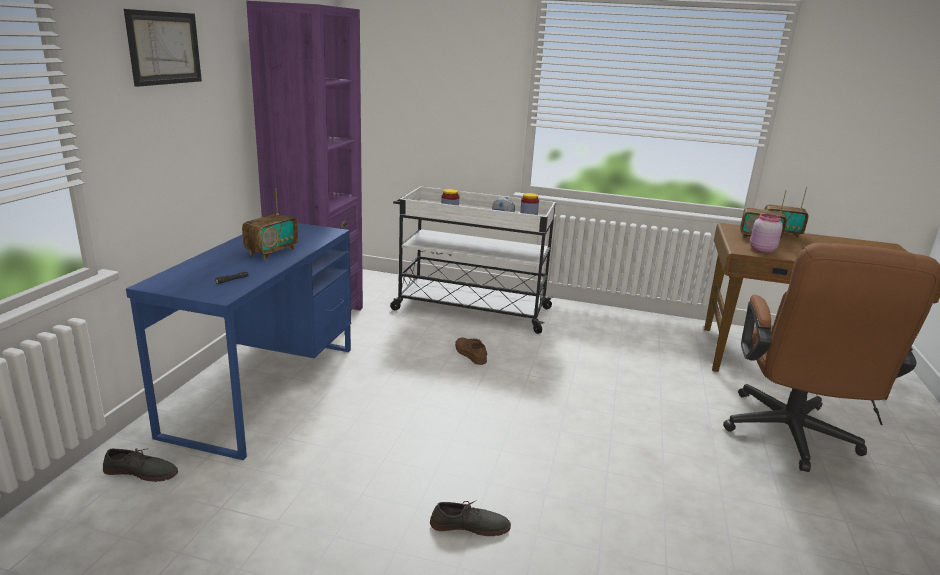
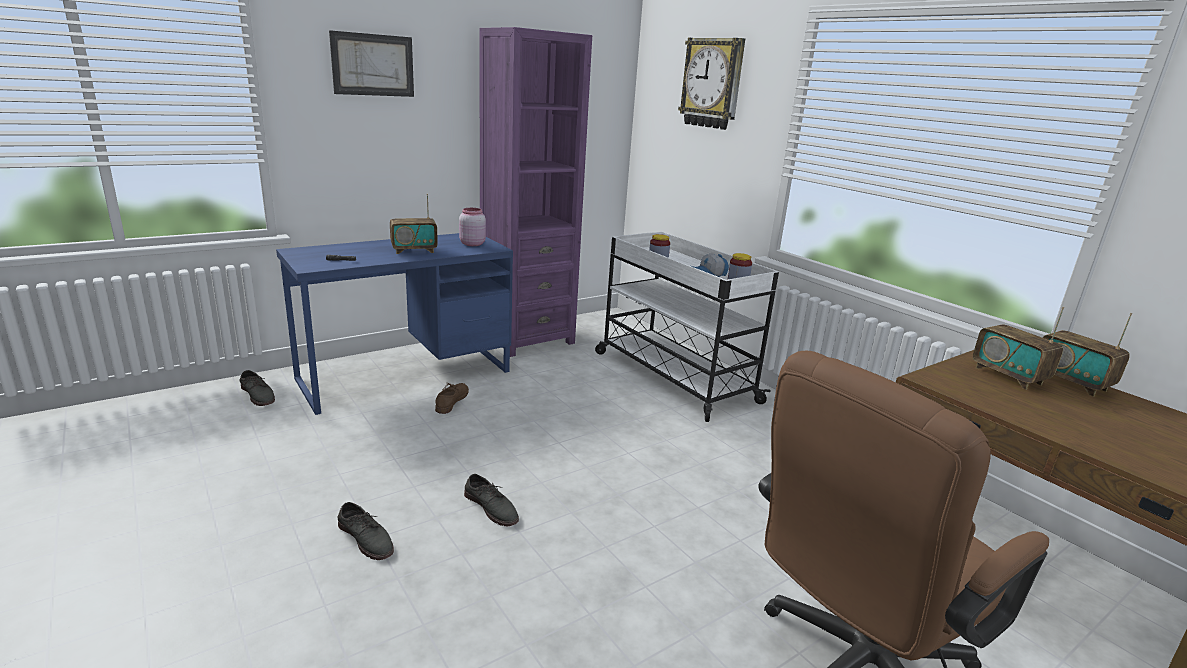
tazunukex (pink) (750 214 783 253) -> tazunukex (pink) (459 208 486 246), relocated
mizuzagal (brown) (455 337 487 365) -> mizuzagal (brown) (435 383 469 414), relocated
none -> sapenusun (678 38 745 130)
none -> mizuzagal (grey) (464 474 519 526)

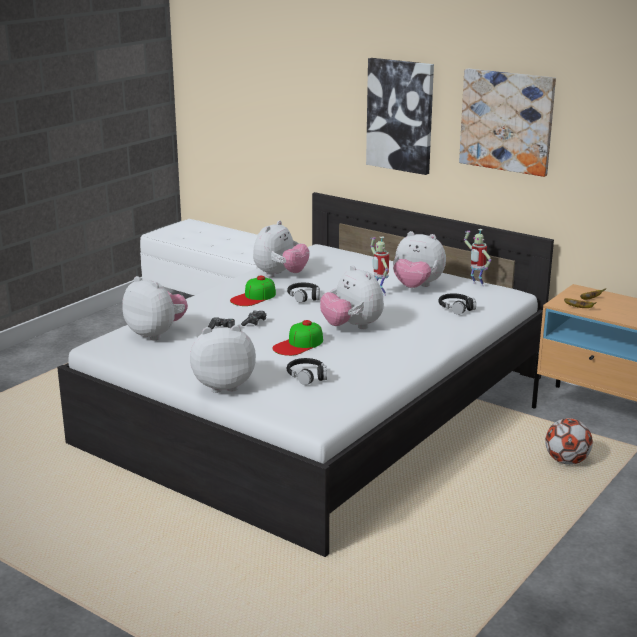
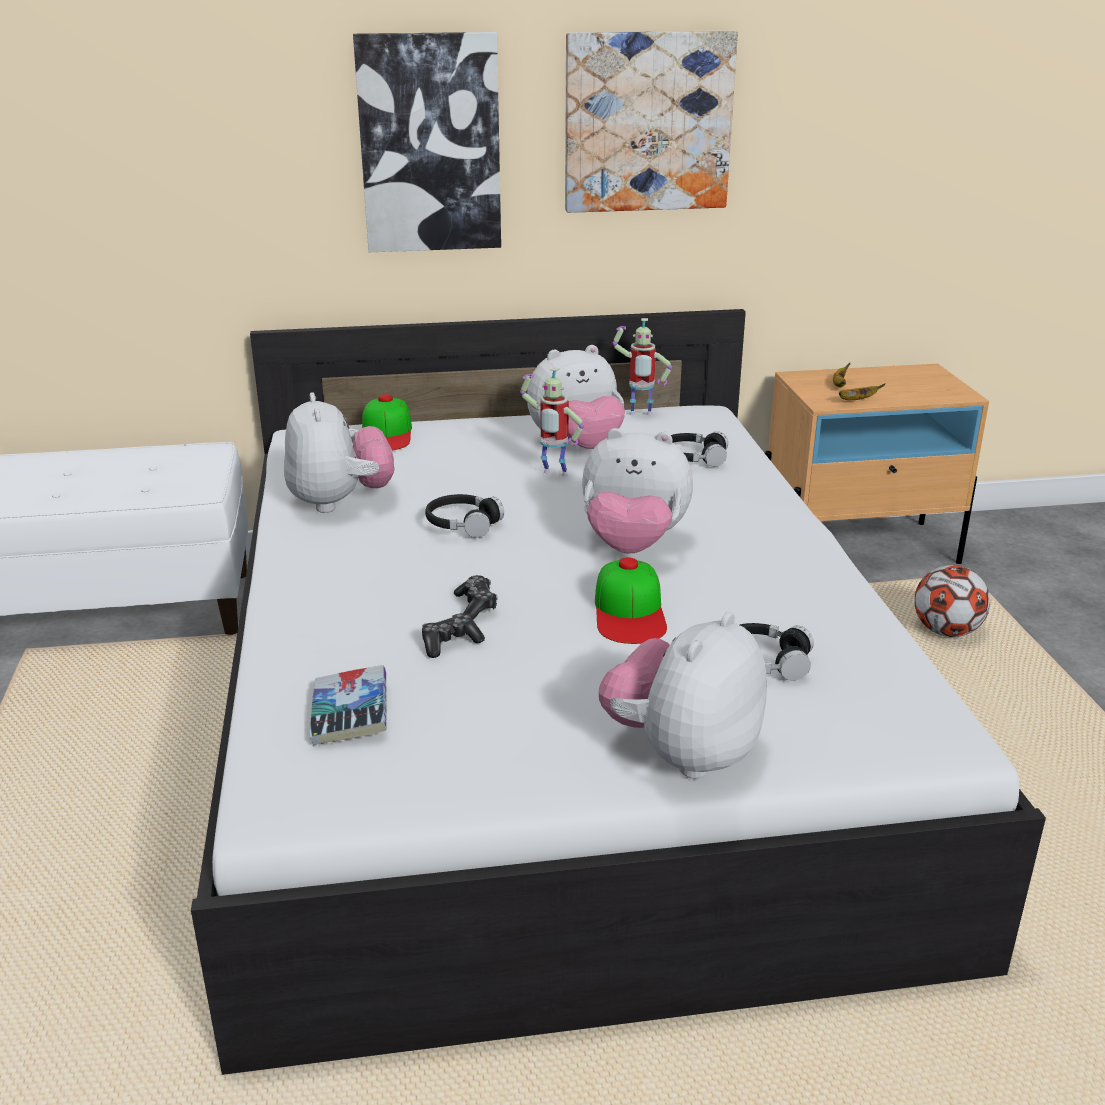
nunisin (122 276 188 341) -> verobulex (310 665 386 745)
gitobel (230 276 276 306) -> gitobel (362 394 412 450), relocated

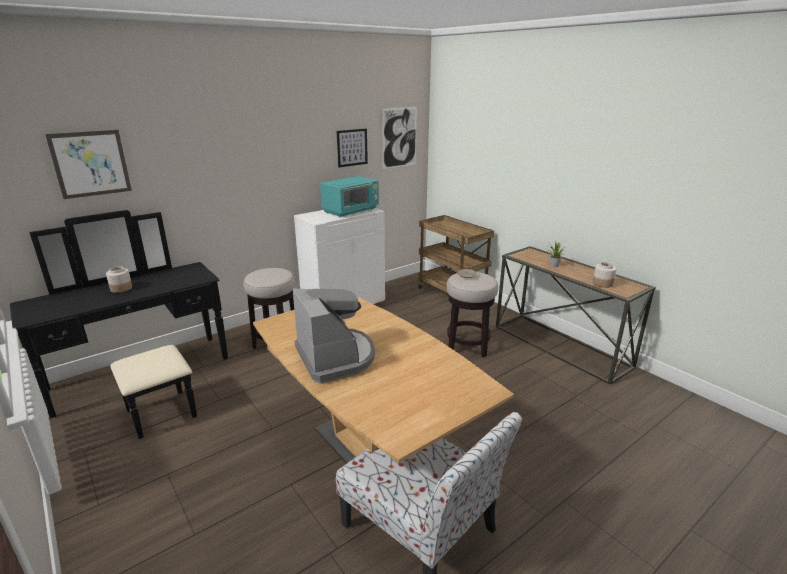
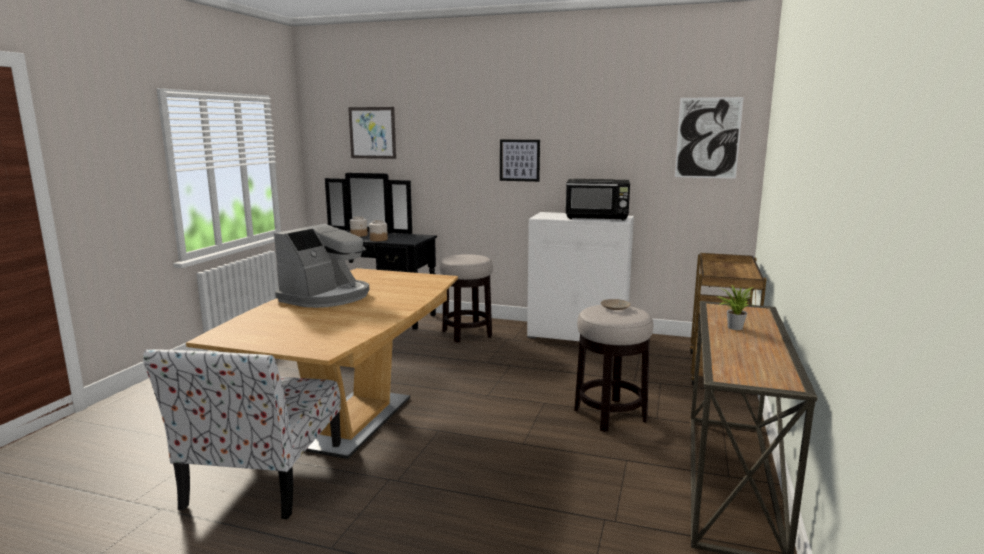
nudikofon (337 129 368 167) -> nudikofon (500 139 540 182), relocated
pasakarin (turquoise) (320 176 379 217) -> pasakarin (black) (566 179 630 221)
tazunukex (593 262 616 288) -> tazunukex (369 220 388 241), relocated

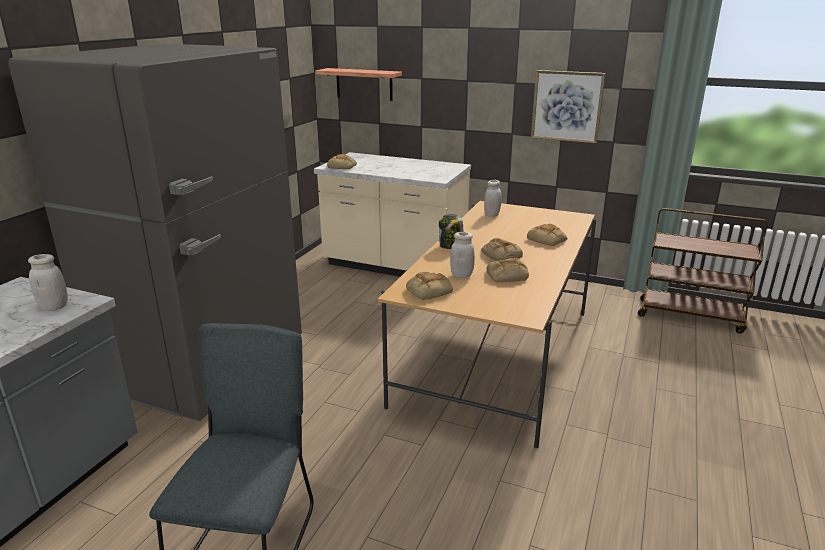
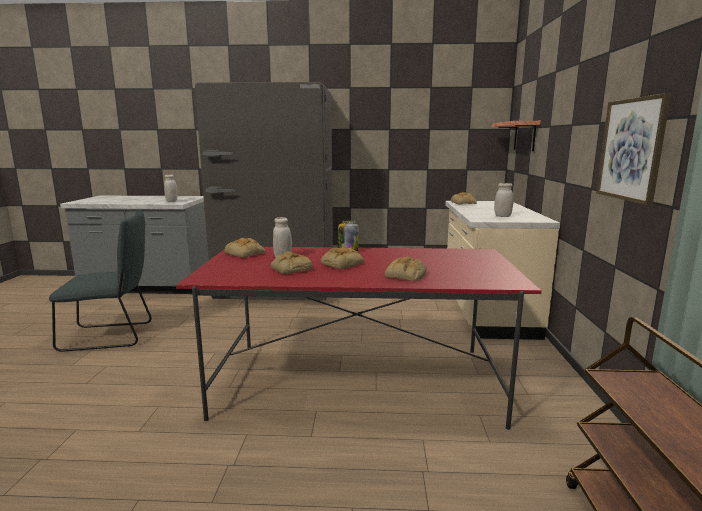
tazunukex (white) (484 180 502 217) -> tazunukex (white) (494 183 514 217), relocated
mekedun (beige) (378 201 596 448) -> mekedun (red) (176 247 542 430)

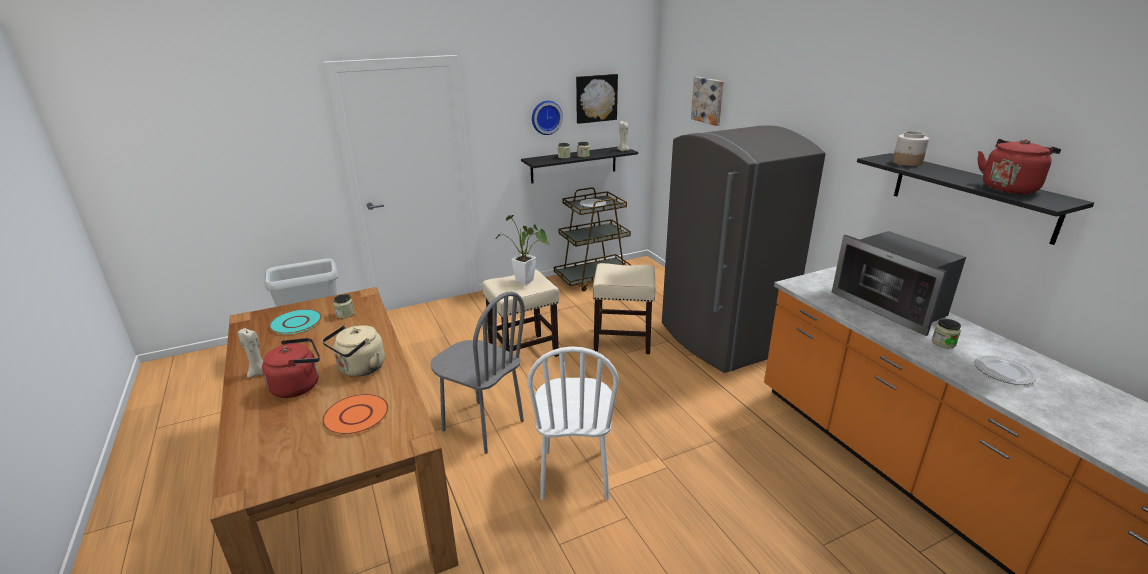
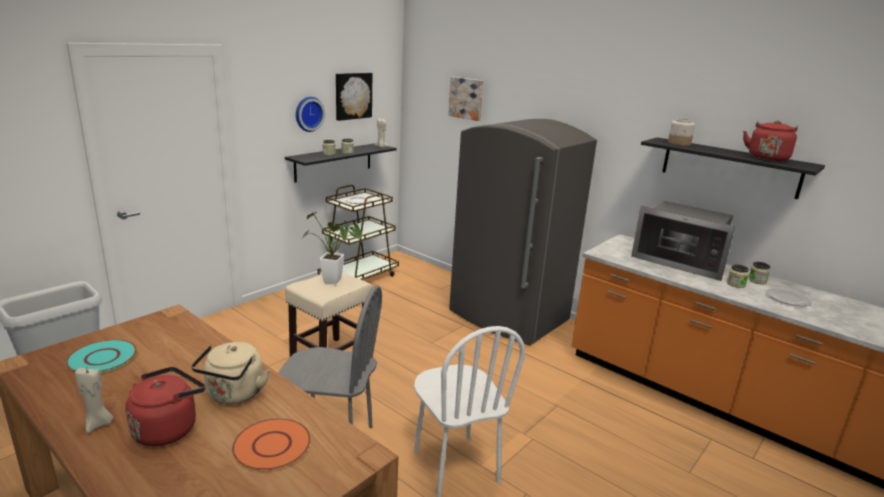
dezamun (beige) (593 263 655 354) -> none
tazunukex (333 294 355 318) -> tazunukex (748 262 770 284), relocated

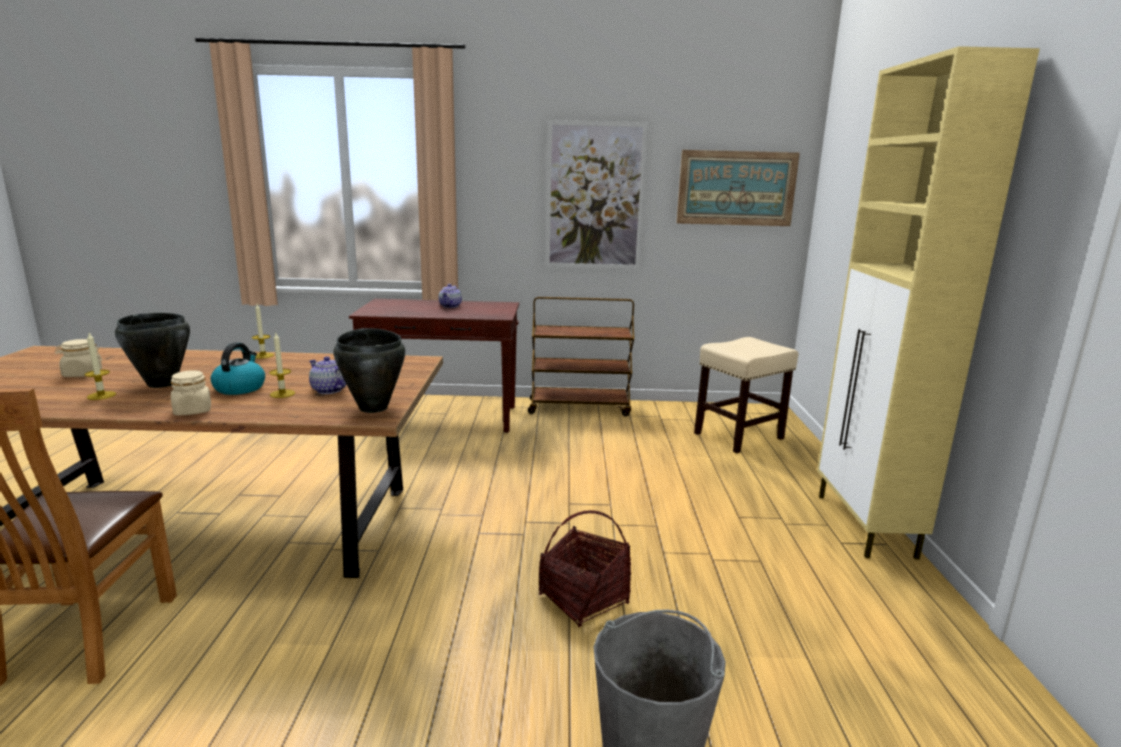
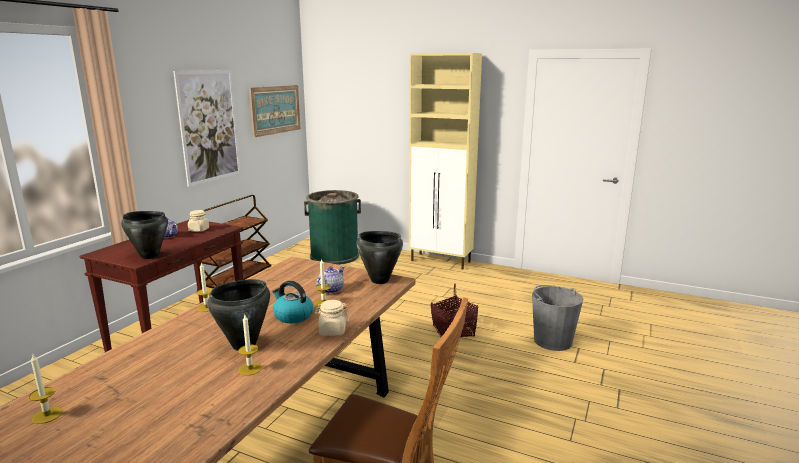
dezamun (beige) (694 337 799 453) -> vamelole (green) (304 190 361 265)
tazunukex (beige) (55 339 102 377) -> tazunukex (beige) (188 210 209 232), relocated
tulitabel (309 356 347 394) -> tulitabel (316 266 344 294), 150 degrees clockwise
none -> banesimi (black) (121 211 168 259)
none -> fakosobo (29 353 63 424)

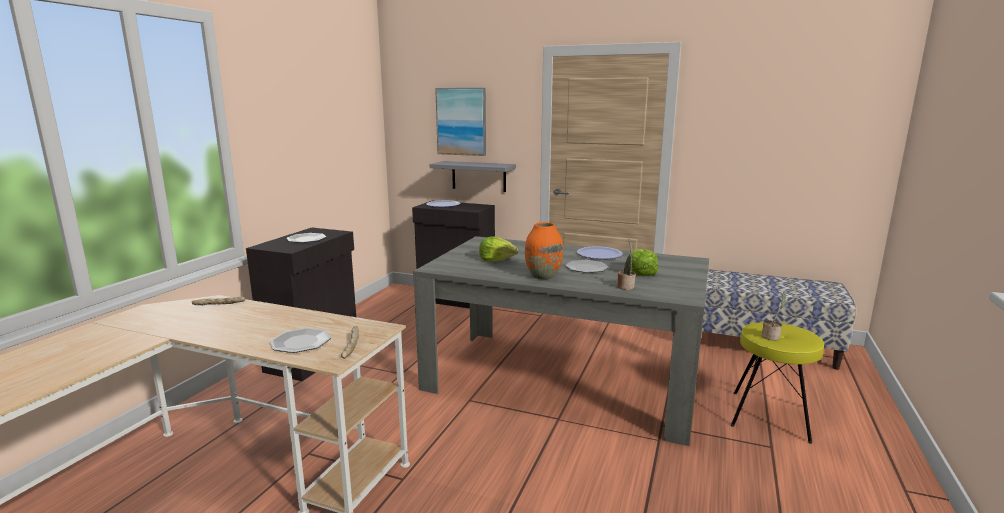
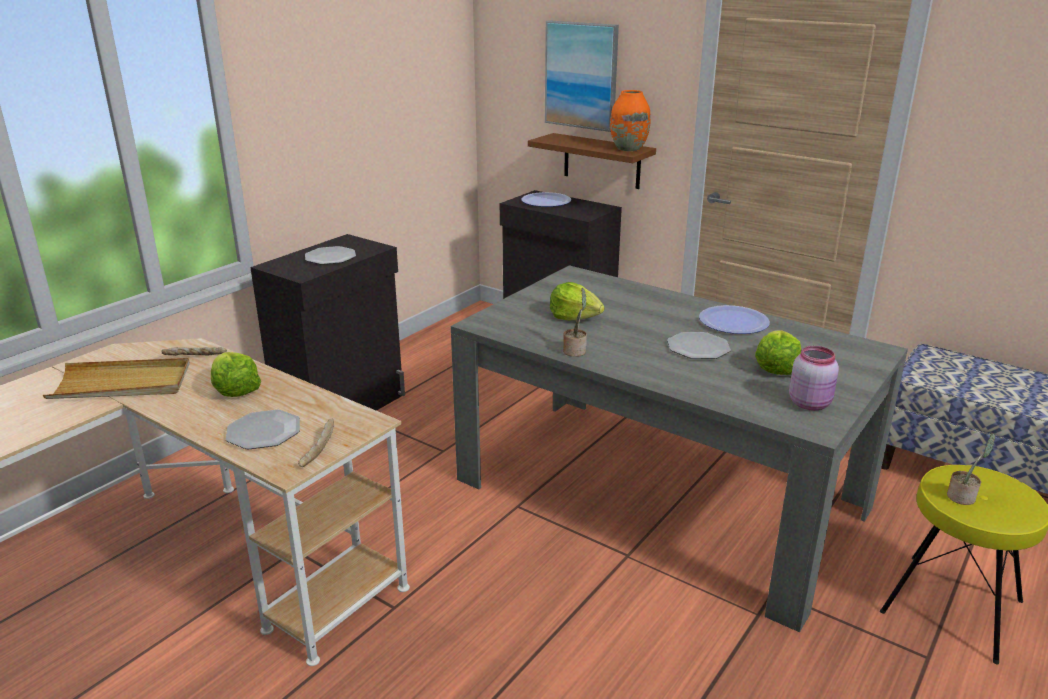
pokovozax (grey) (430 161 516 192) -> pokovozax (brown) (528 133 656 189)
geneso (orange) (525 222 563 280) -> geneso (orange) (610 90 651 151), relocated
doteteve (617 240 635 290) -> doteteve (563 288 587 357), relocated
none -> tazunukex (pink) (789 346 839 410)
none -> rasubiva (211 352 261 397)
none -> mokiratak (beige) (43 358 190 399)

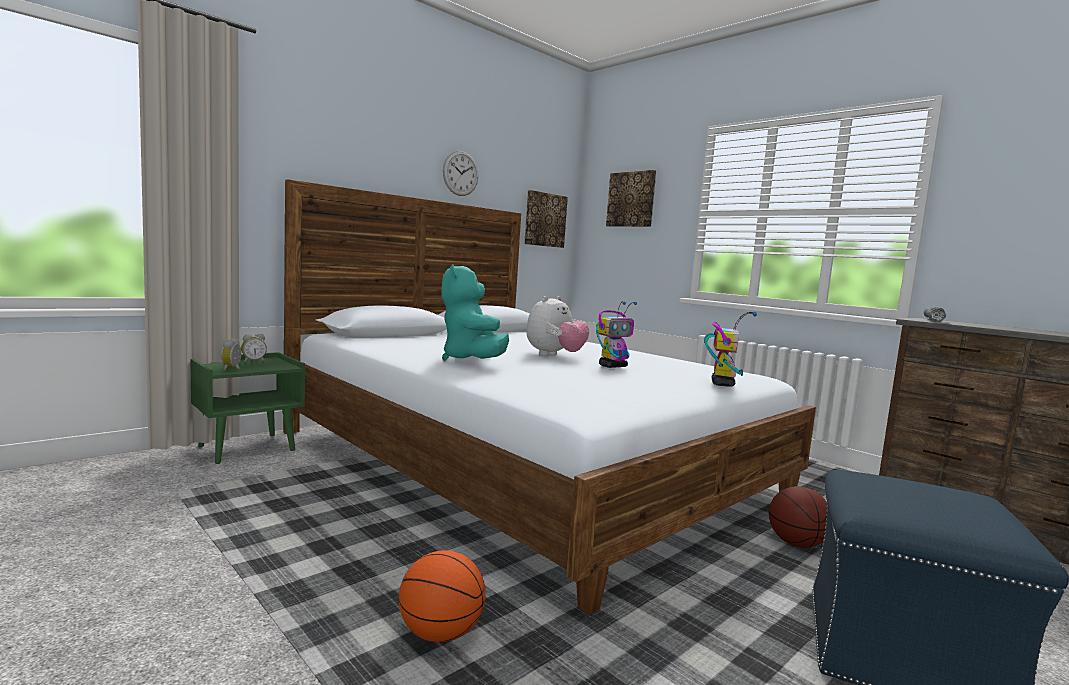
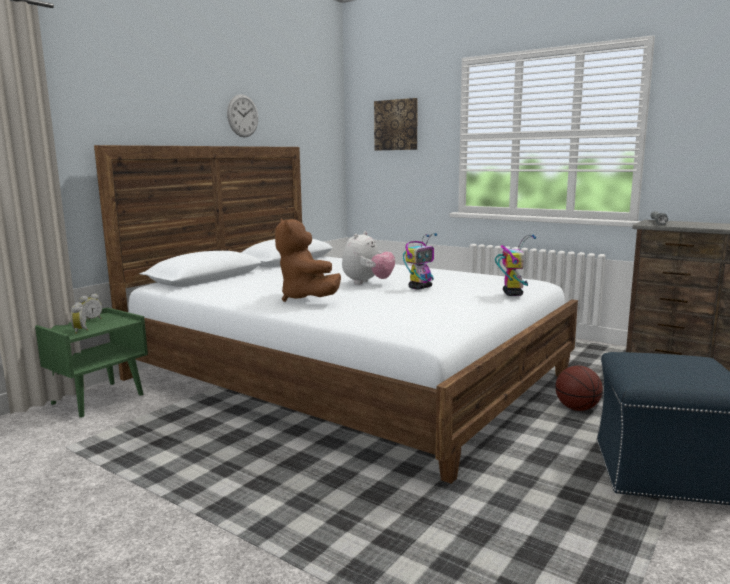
nudikofon (524 190 568 248) -> none
nunisin (turquoise) (441 264 509 361) -> nunisin (brown) (275 219 341 302)
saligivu (399 550 486 642) -> none

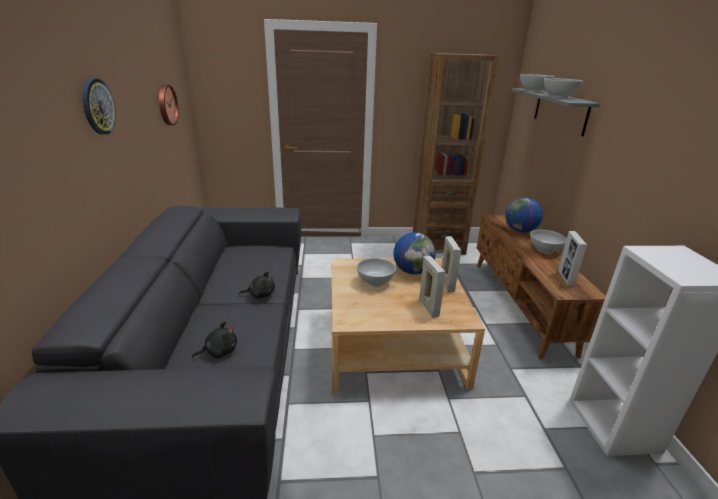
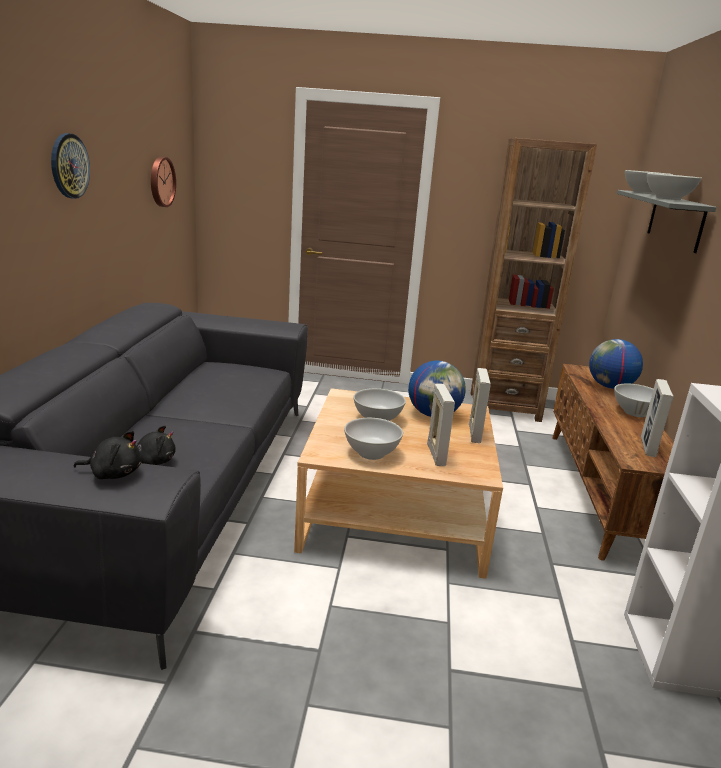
nunisin (black) (239 272 275 299) -> nunisin (black) (73 431 142 479), relocated
none -> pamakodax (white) (344 418 403 460)

